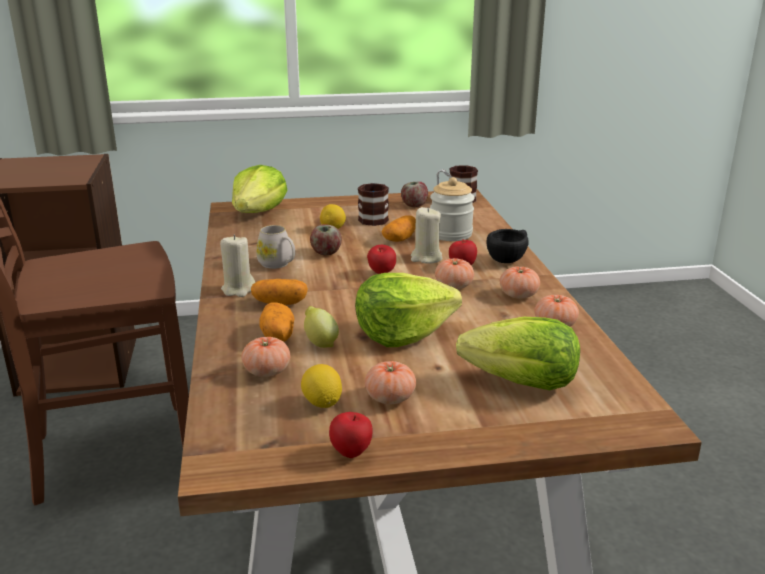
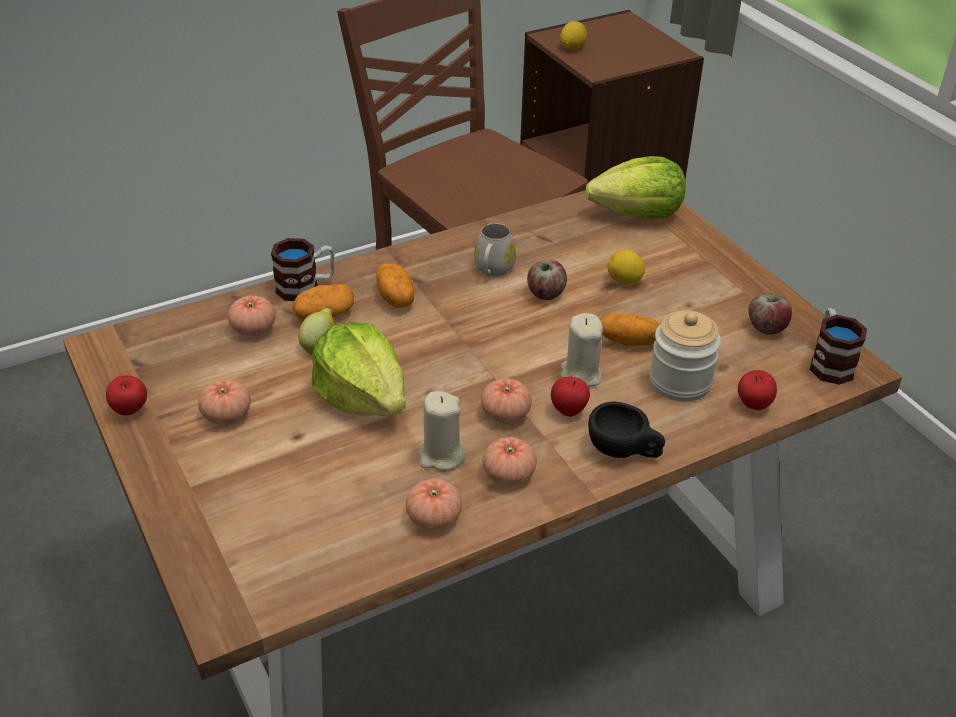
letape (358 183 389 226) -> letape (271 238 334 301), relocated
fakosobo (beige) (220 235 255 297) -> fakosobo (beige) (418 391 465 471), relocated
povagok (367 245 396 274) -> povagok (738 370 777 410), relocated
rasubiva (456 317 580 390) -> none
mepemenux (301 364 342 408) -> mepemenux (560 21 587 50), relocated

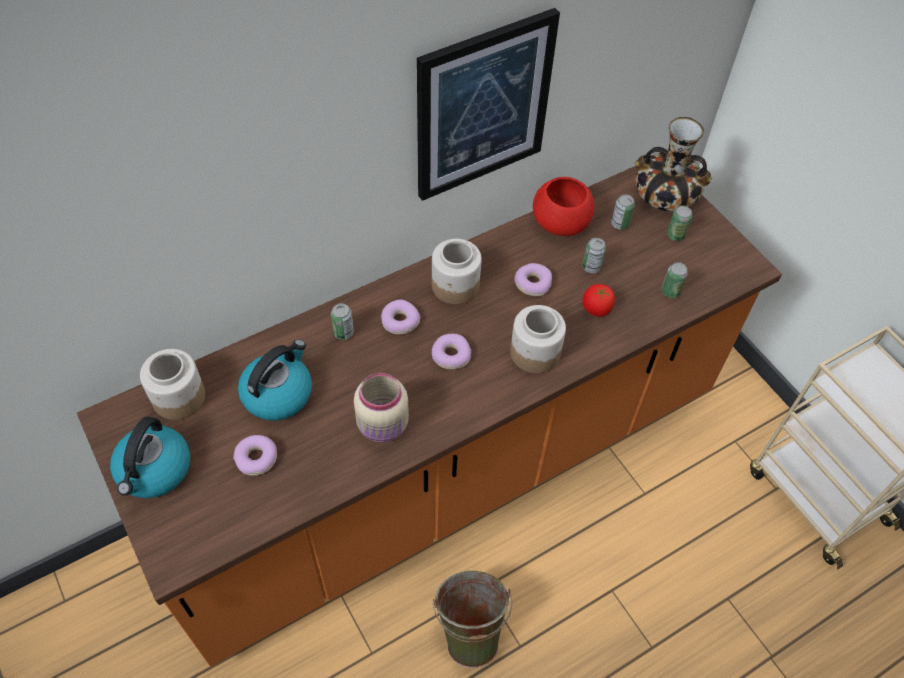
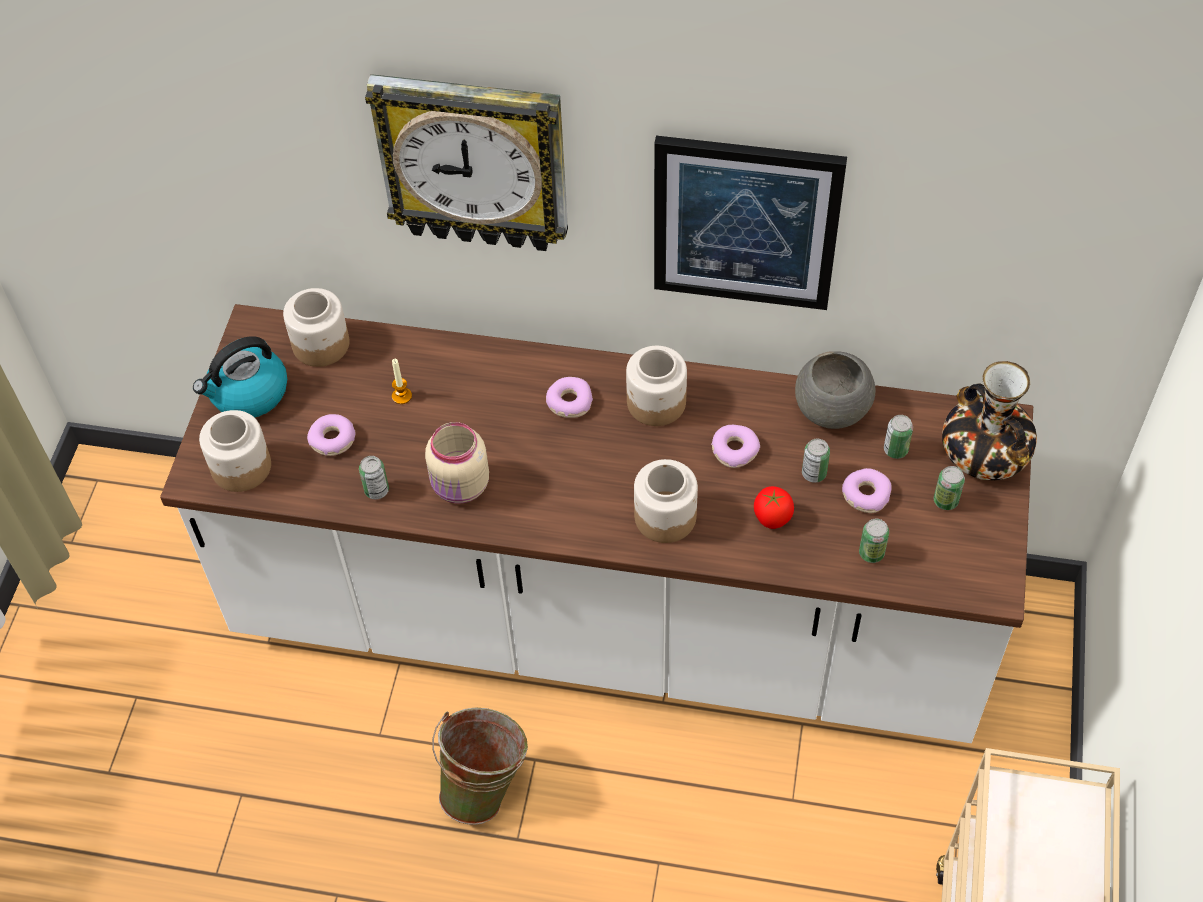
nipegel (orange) (77 166 782 667) -> nipegel (white) (160 304 1033 743)
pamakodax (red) (533 177 594 236) -> pamakodax (grey) (795 351 875 429)
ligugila (331 303 354 340) -> ligugila (359 456 389 499), relocated
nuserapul (432 334 471 369) -> nuserapul (842 468 892 513), relocated
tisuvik (238 340 312 421) -> fakosobo (392 359 412 404)
none -> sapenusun (365 74 568 251)
none -> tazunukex (199 410 271 492)

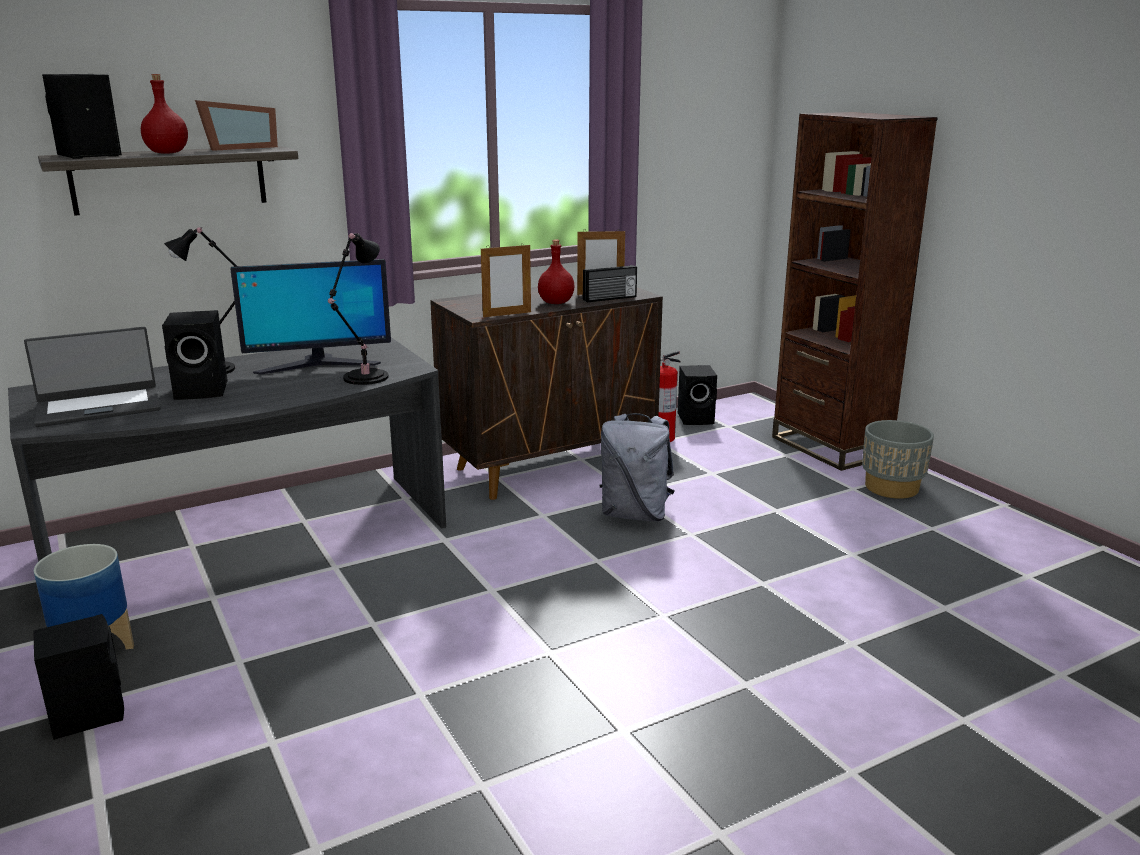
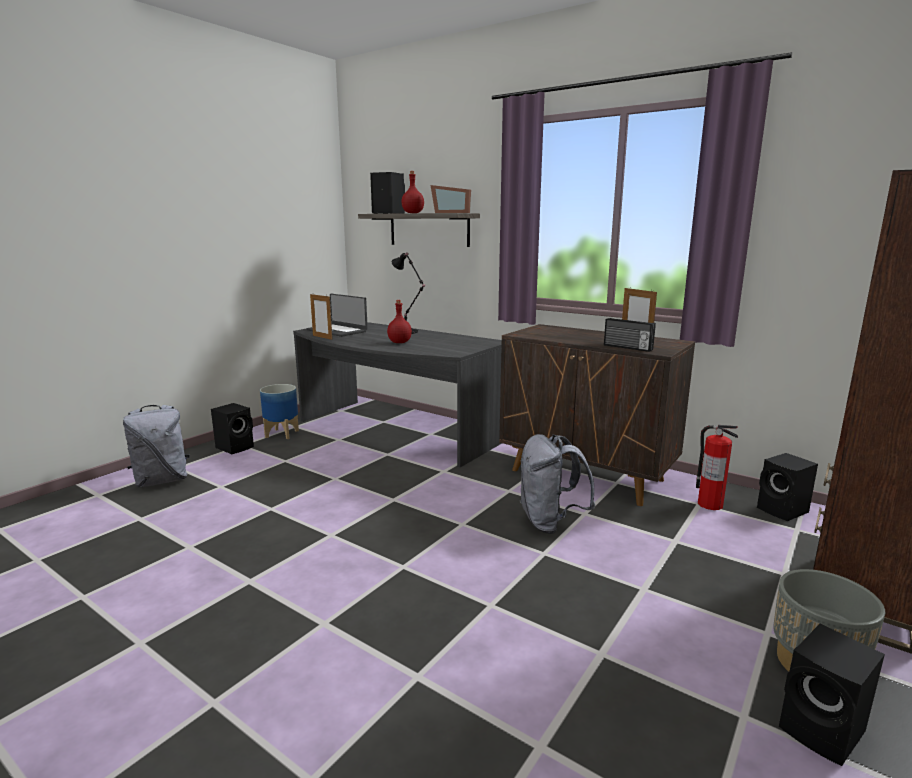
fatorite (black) (328 233 389 385) -> none
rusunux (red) (538 240 574 304) -> rusunux (red) (387 300 412 343), relocated
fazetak (481 243 531 317) -> fazetak (310 294 332 340), relocated
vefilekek (230 259 391 375) -> none
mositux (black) (162 310 228 400) -> mositux (black) (779 624 885 766), relocated
none -> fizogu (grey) (123 405 190 487)

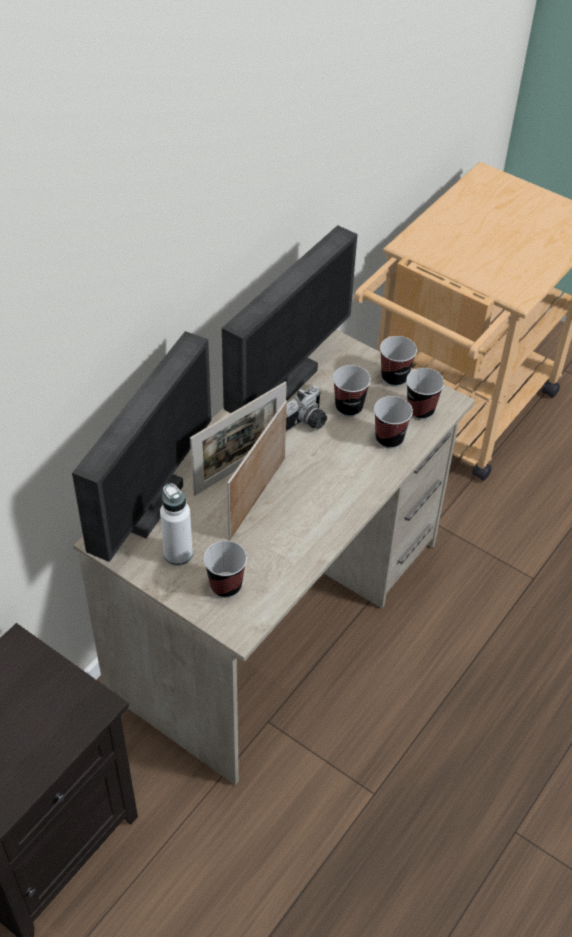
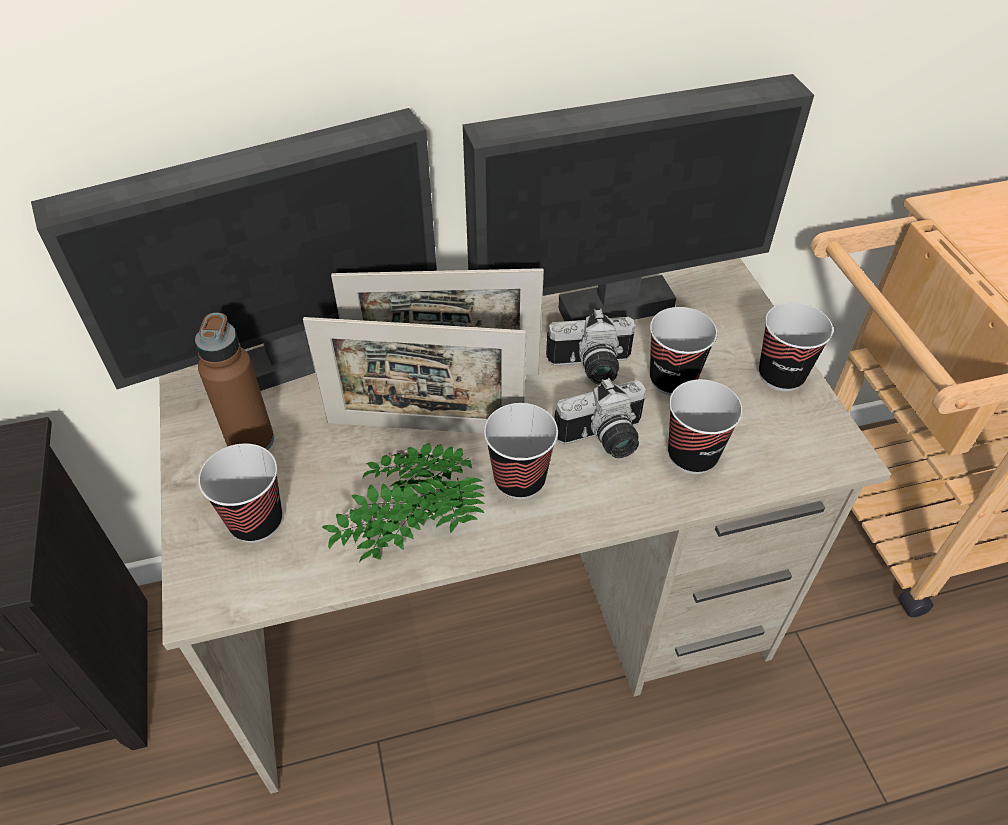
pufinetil (406 368 444 420) -> pufinetil (484 403 558 499), relocated
fazetak (227 400 287 540) -> fazetak (303 317 526 434), 150 degrees counterclockwise
rusunux (white) (160 483 193 566) -> rusunux (brown) (195 313 274 450)
none -> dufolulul (554 378 646 458)
none -> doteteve (322 443 485 563)

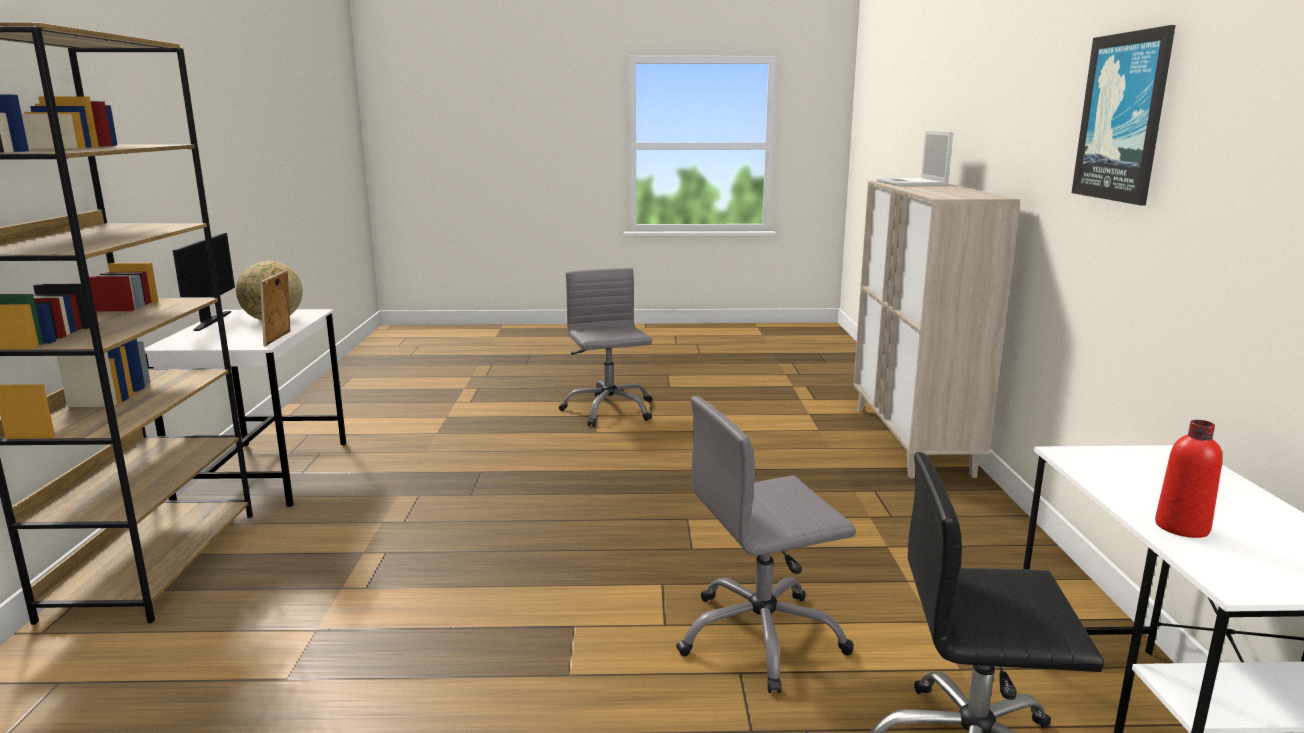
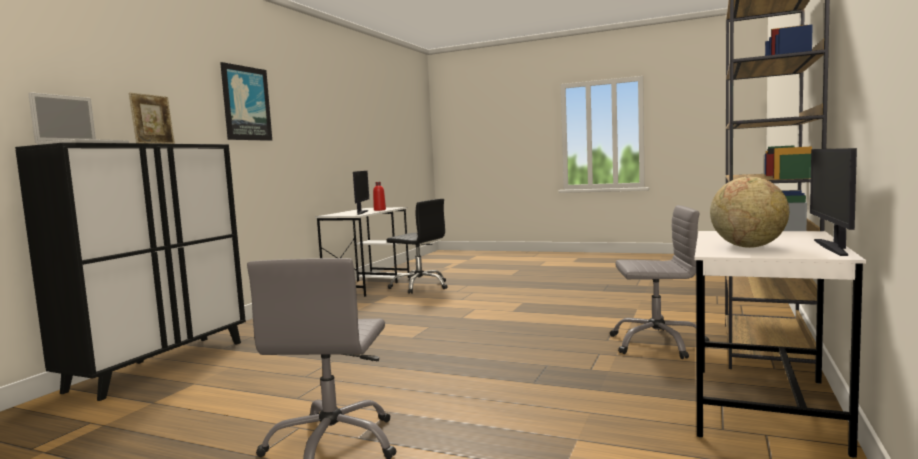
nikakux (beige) (853 181 1020 478) -> nikakux (black) (15 143 246 401)
fazetak (260 270 290 346) -> fazetak (129 93 175 144), relocated
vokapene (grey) (676 396 856 693) -> vokapene (grey) (610 205 709 359), relocated
none -> vefilekek (353 171 369 215)

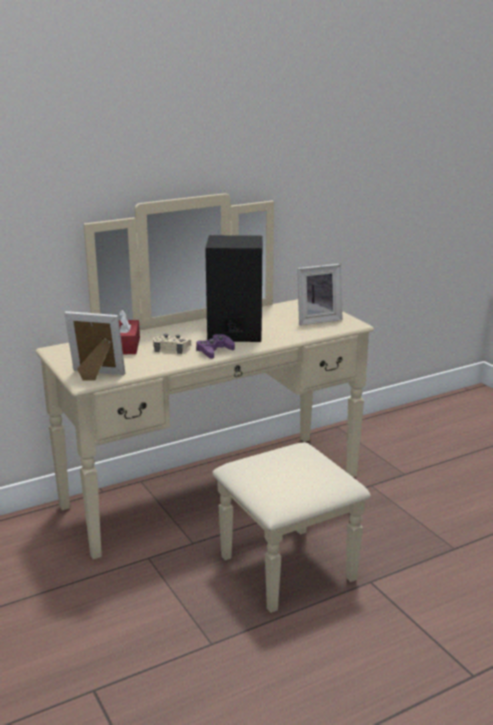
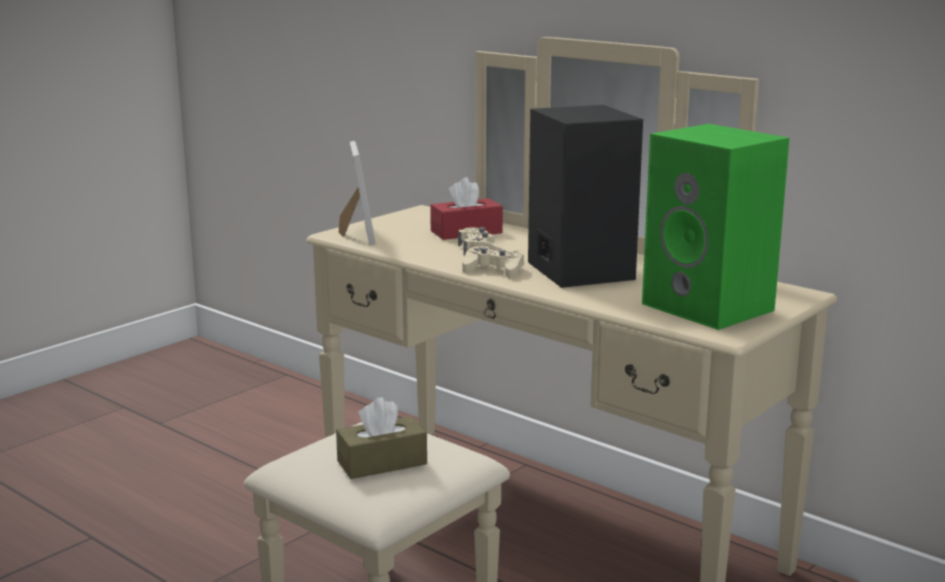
fazetak (297 264 342 325) -> mositux (green) (642 124 790 330)
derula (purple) (196 334 235 359) -> derula (beige) (462 246 524 278)
none -> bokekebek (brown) (336 397 427 479)

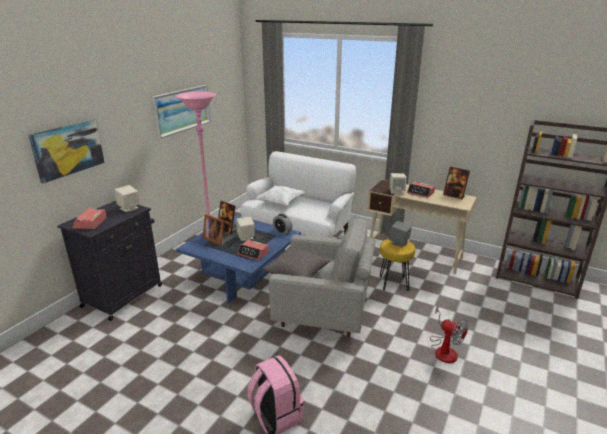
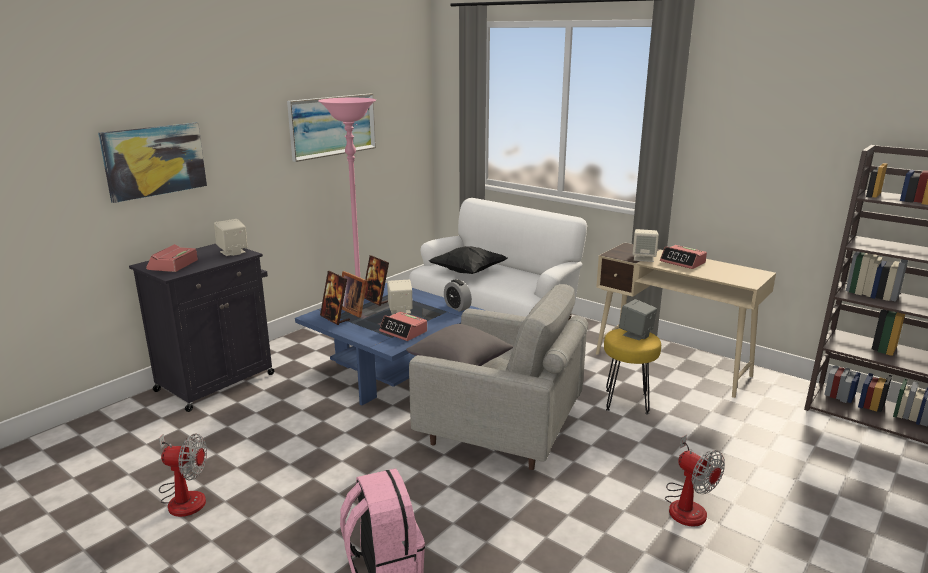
fazetak (443 167 470 200) -> fazetak (320 271 350 325), relocated
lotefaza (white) (255 185 306 206) -> lotefaza (black) (429 246 507 274)
none -> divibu (159 434 207 517)

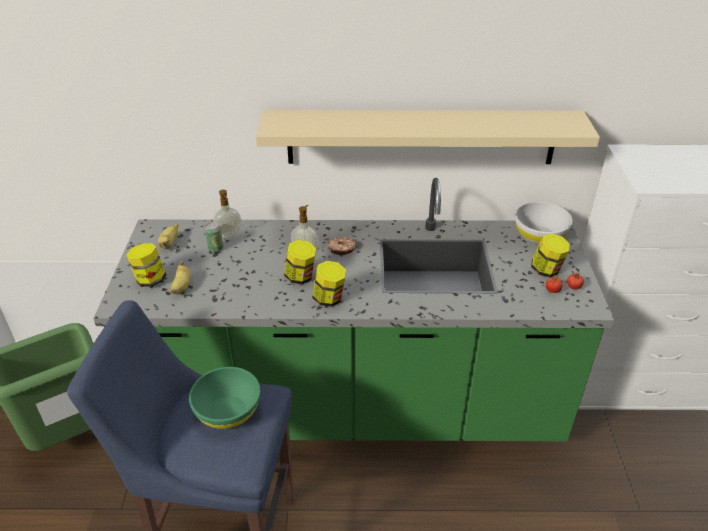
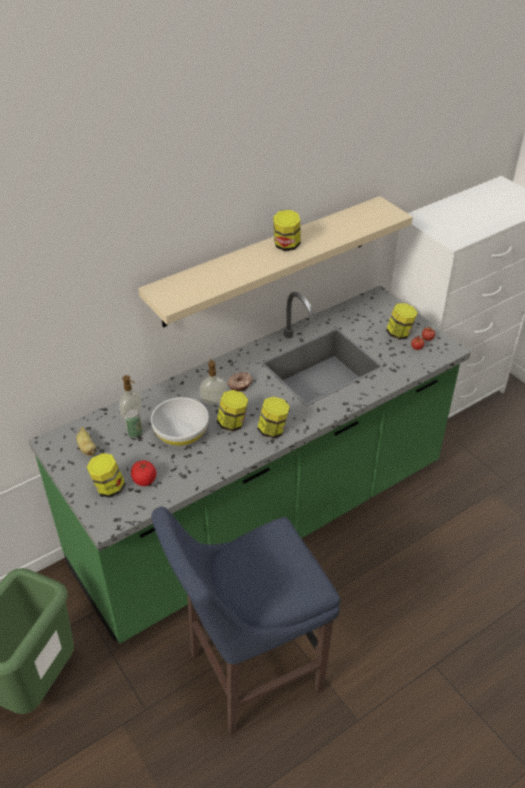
pamakodax (white) (515 201 573 244) -> pamakodax (white) (151 397 209 446), relocated
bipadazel (170 261 191 294) -> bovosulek (131 461 156 486)
pamakodax (green) (189 367 260 429) -> none
none -> tazunukex (273 210 300 251)

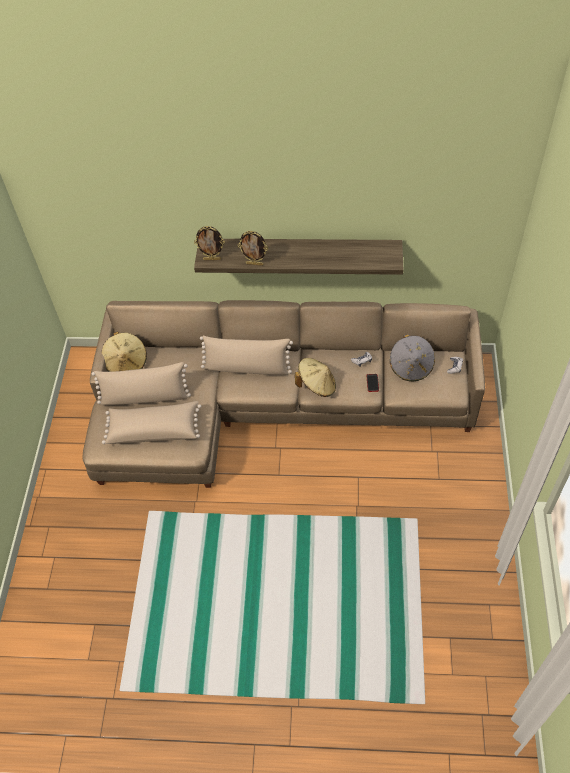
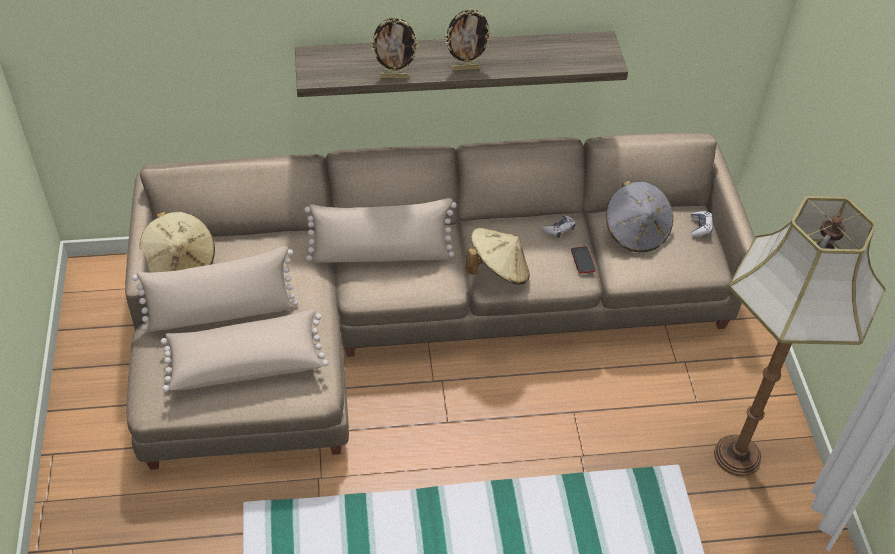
fazetak (194 226 225 260) -> fazetak (444 8 493 71), relocated
none -> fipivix (714 196 886 476)

